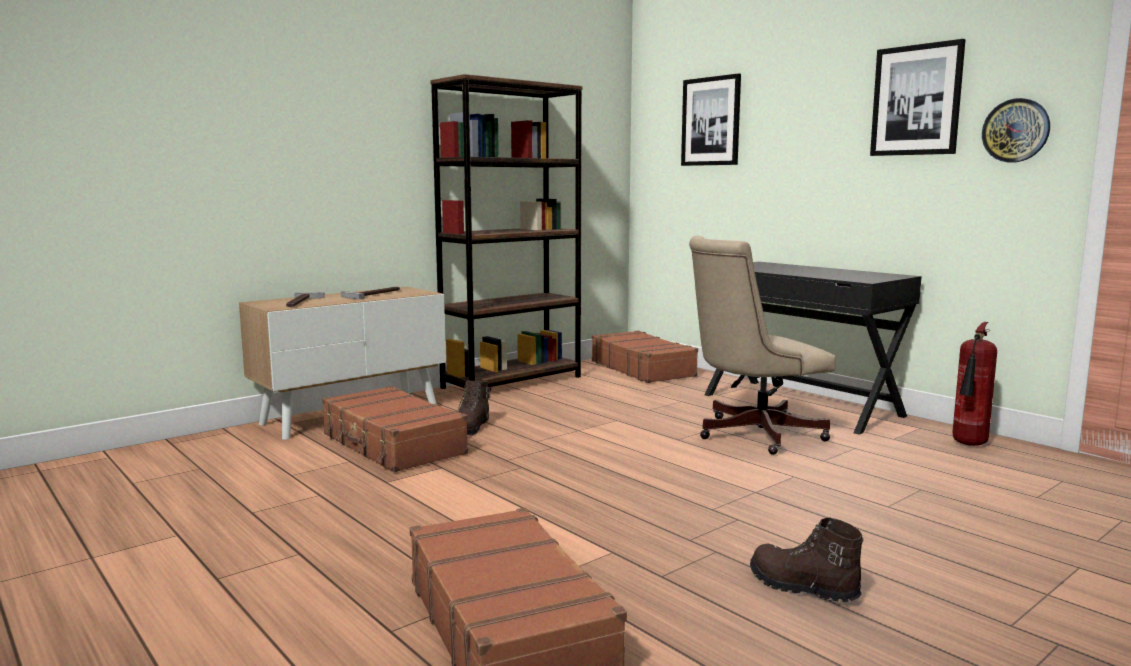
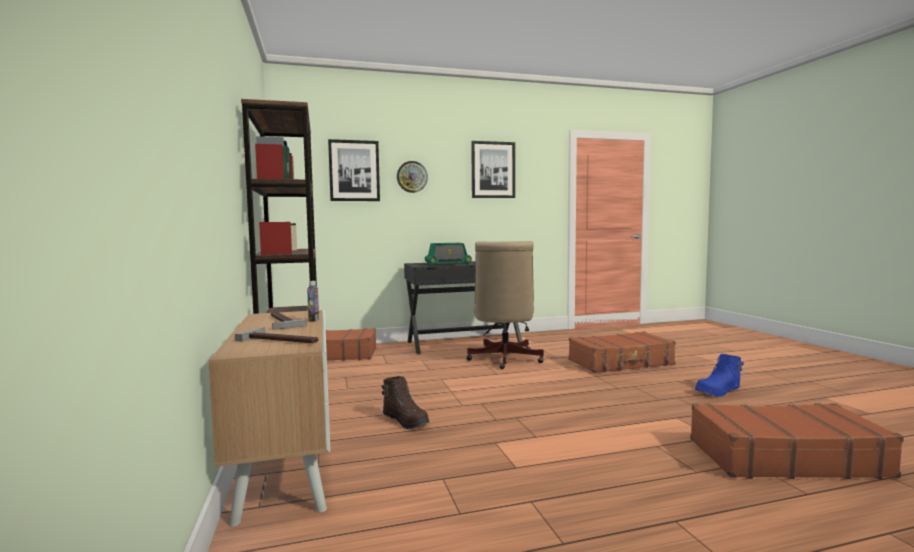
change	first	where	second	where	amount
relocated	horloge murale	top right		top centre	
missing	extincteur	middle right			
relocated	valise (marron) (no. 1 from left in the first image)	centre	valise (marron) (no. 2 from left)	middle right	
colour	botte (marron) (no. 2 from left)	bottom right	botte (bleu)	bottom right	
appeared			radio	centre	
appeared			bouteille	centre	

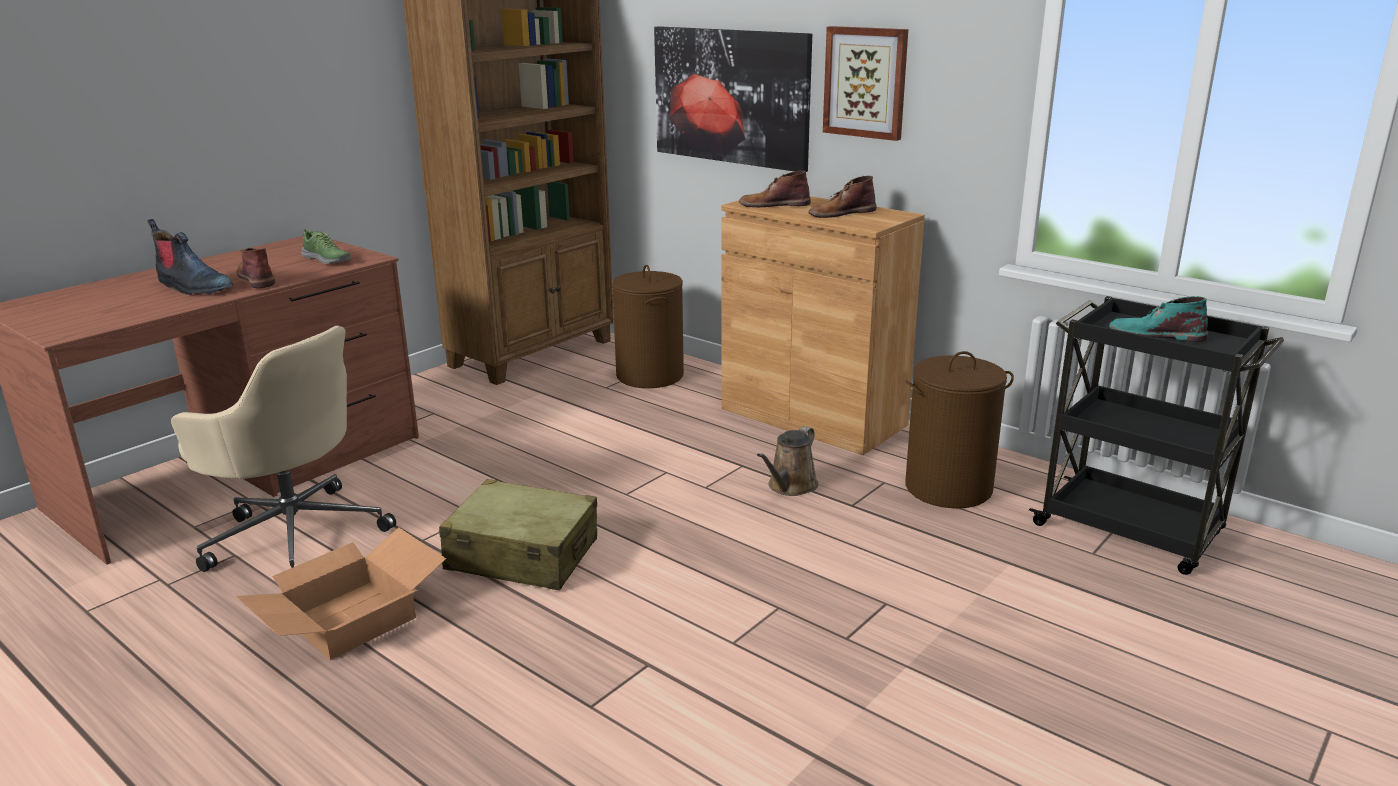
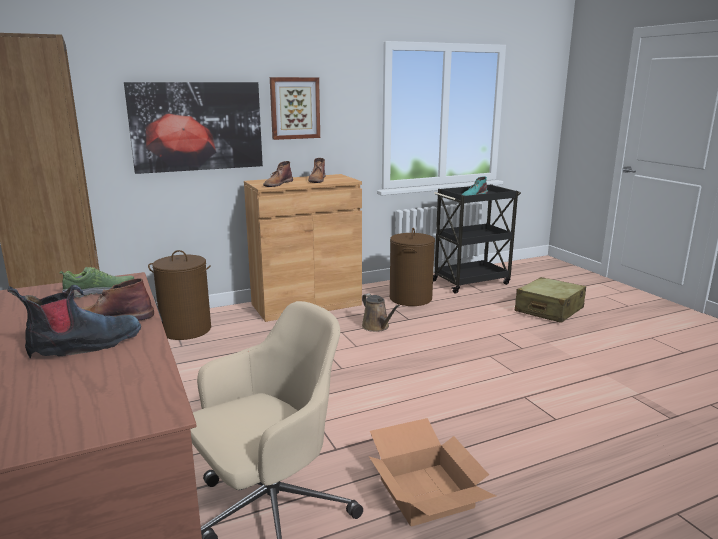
change	first	where	second	where	amount
relocated	valise (beige)	bottom centre		middle right	

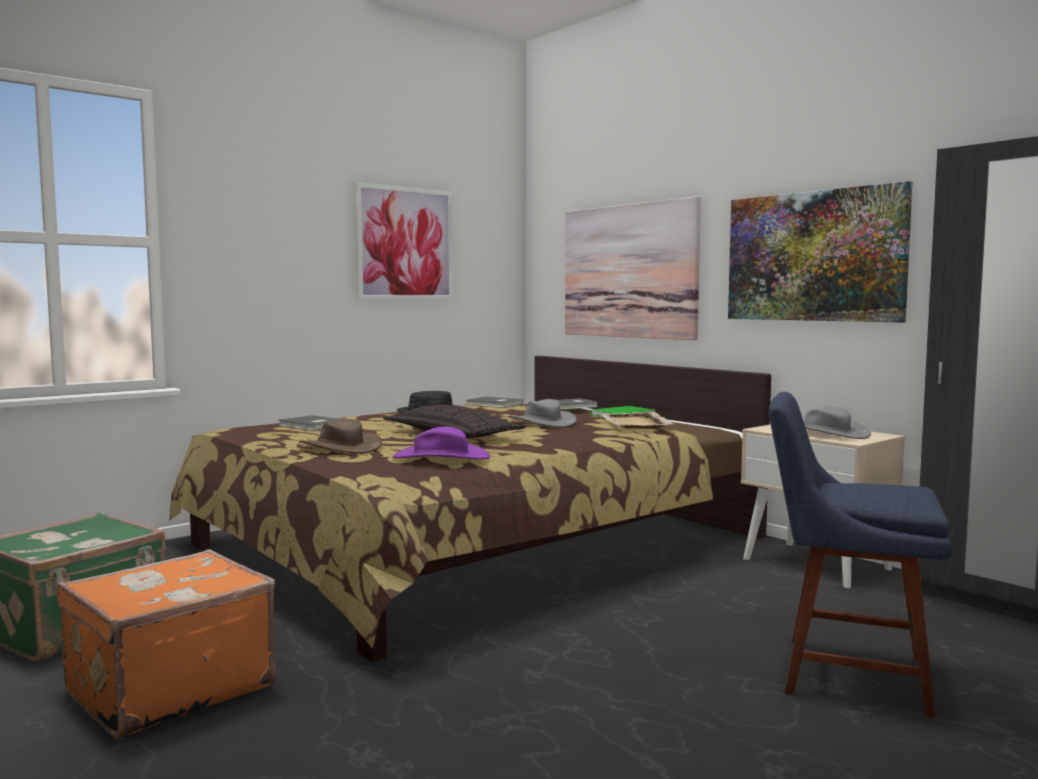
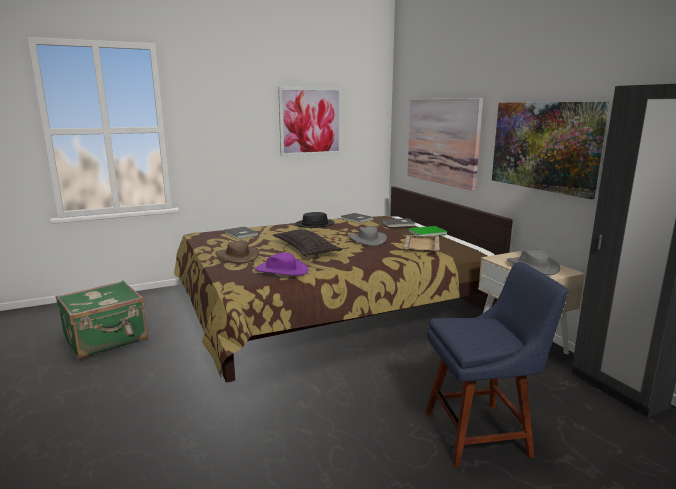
change	first	where	second	where	amount
spun	chaise (bleu)	bottom right		bottom right	135 degrees clockwise
missing	valise (orange)	bottom left			

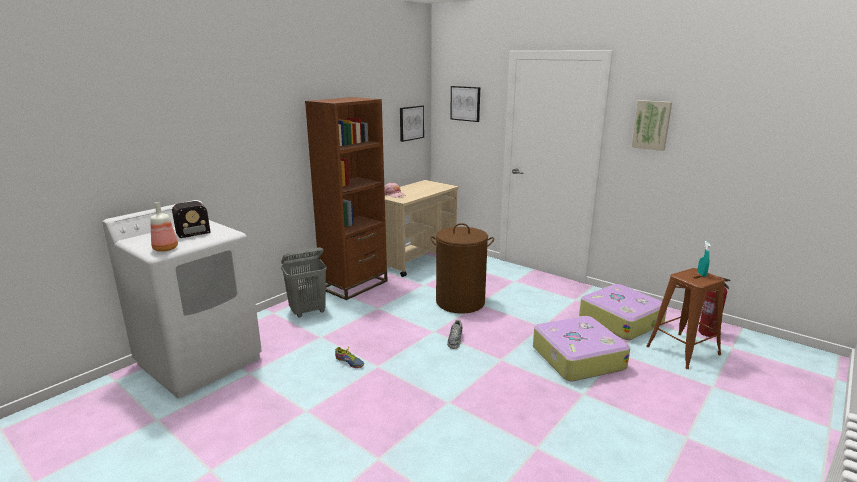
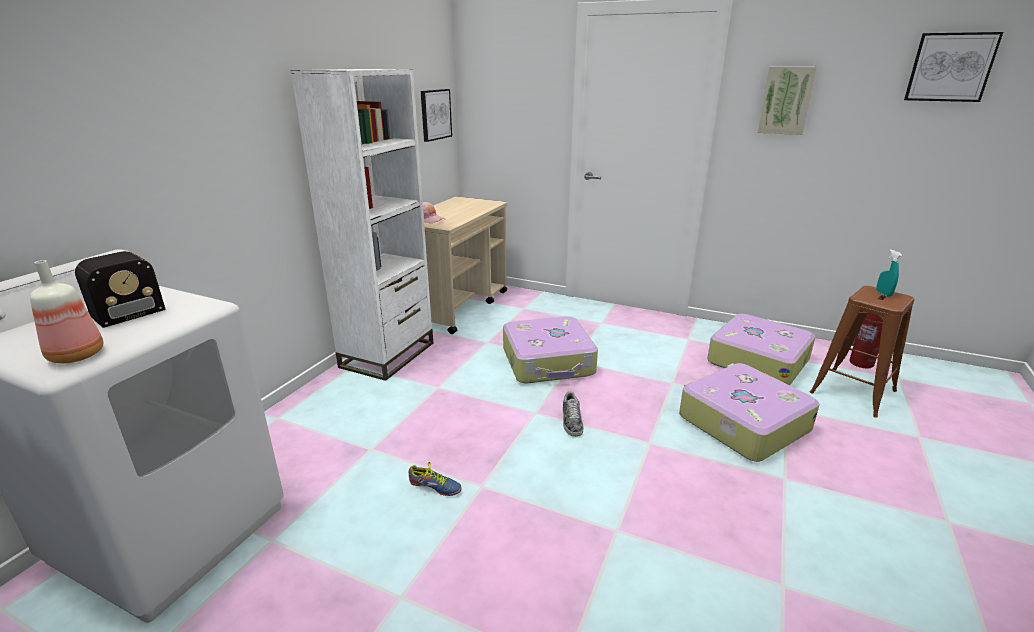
change	first	where	second	where	amount
relocated	tableau (no. 2 from left in the first image)	top centre	tableau (no. 3 from left)	top right	
colour	bibliothèque (marron)	centre	bibliothèque (blanc)	centre	
exchanged	panier à linge (marron)	centre	valise (no. 1 from left)	centre	
missing	panier à linge (gris)	centre			

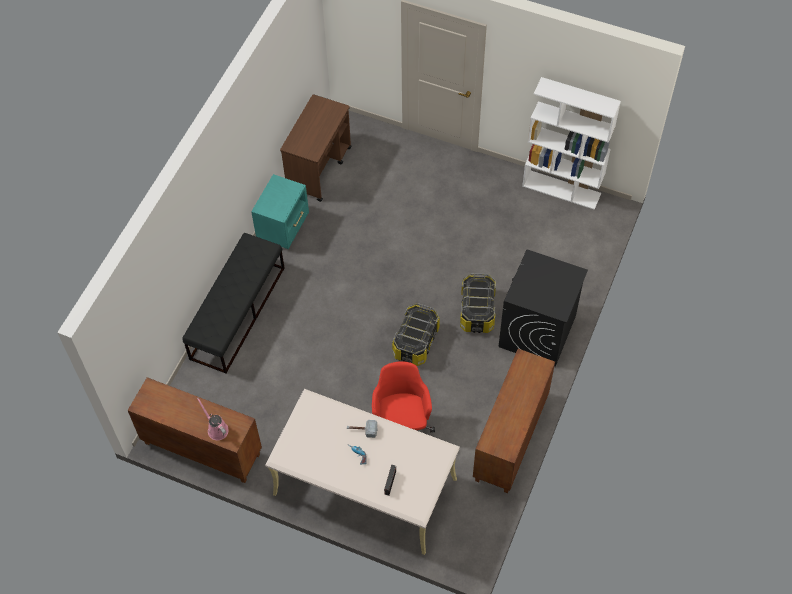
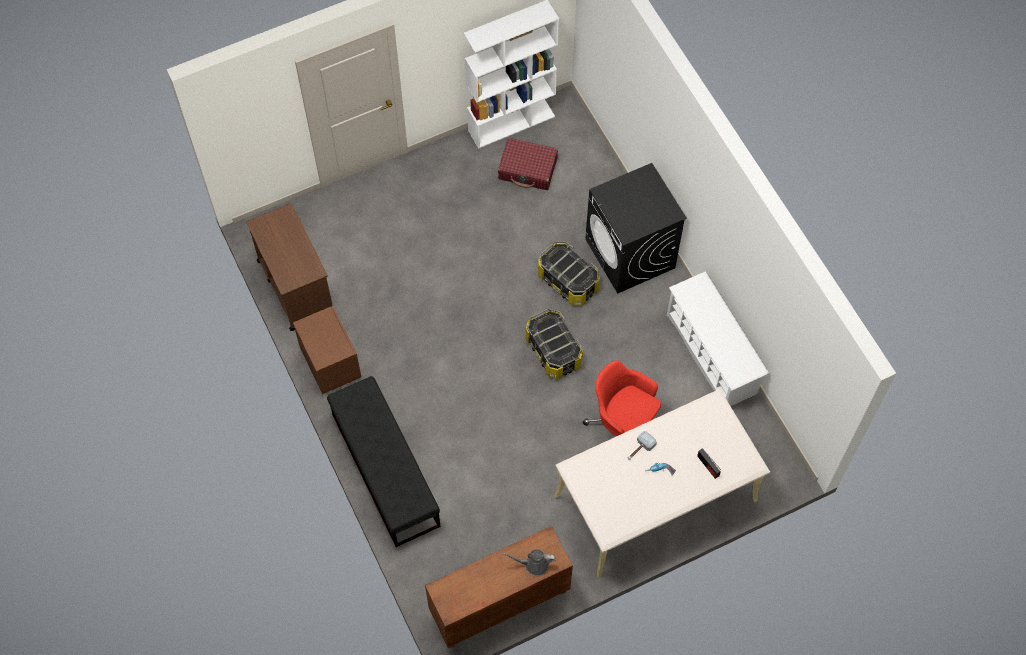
change	first	where	second	where	amount
colour	table de chevet (turquoise)	centre	table de chevet (marron)	middle left	
exchanged	meuble de rangement (marron) (no. 2 from left)	bottom centre	étagère à chaussures (blanc)	middle right	
colour	arrosoir (rose)	bottom left	arrosoir (gris)	bottom centre	
appeared			valise (rouge)	top centre	

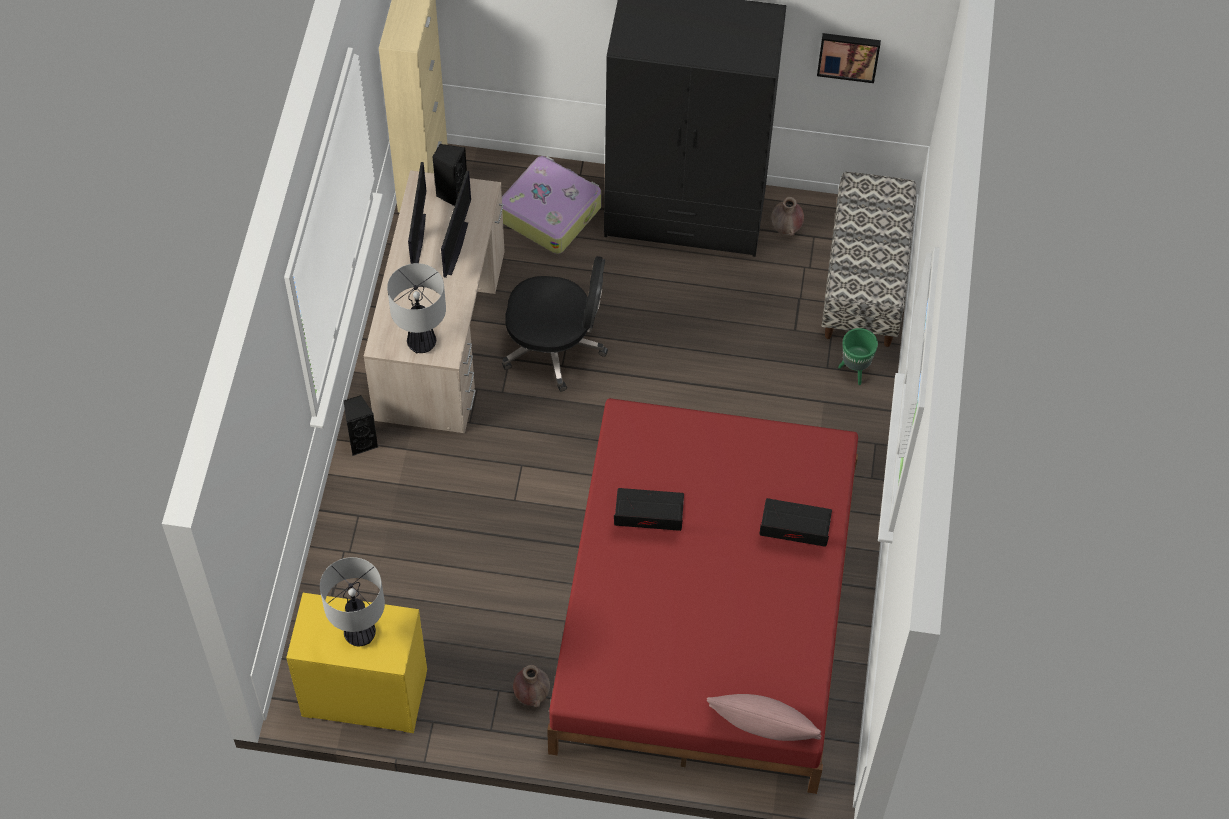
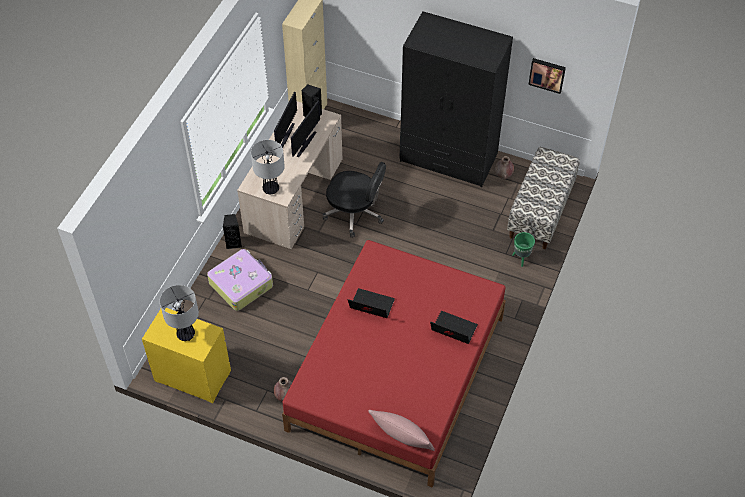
change	first	where	second	where	amount
relocated	valise	top centre		middle left	

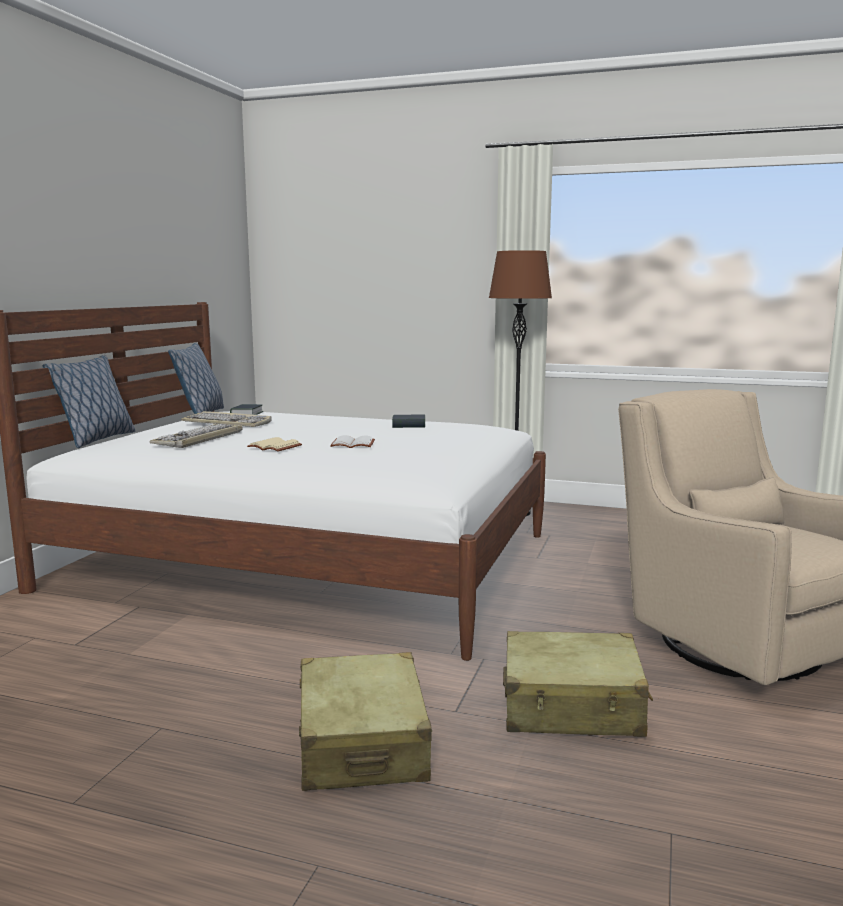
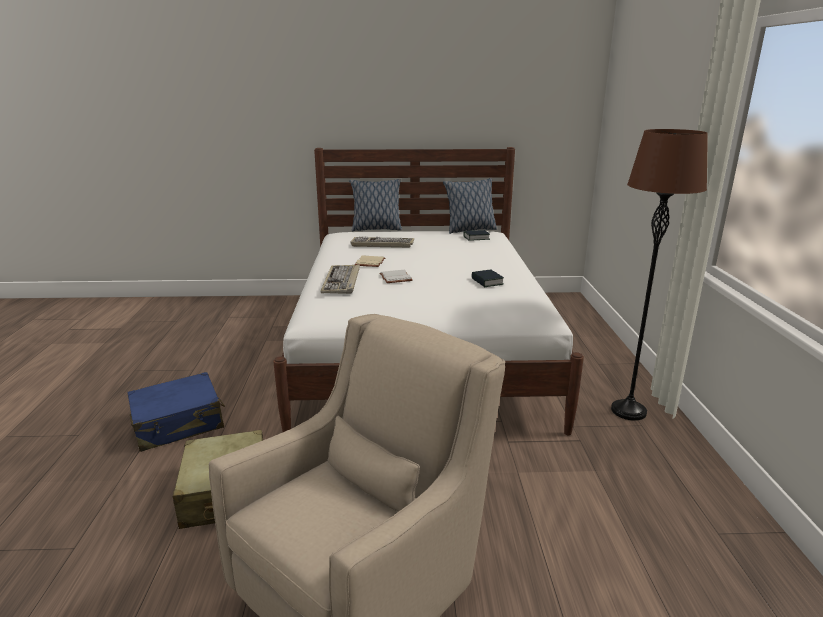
change	first	where	second	where	amount
relocated	clavier (no. 2 from left in the first image)	middle left	clavier (no. 1 from left)	centre	
colour	valise (beige) (no. 1 from left)	bottom centre	valise (bleu)	bottom left	

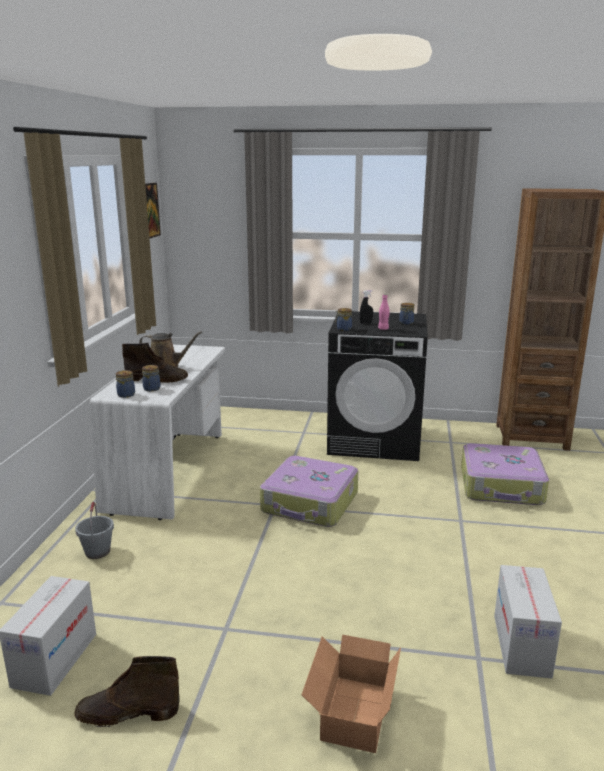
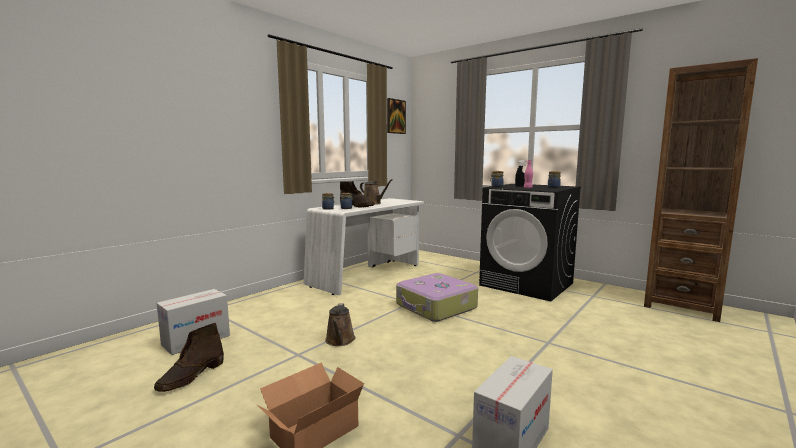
change	first	where	second	where	amount
missing	valise (no. 2 from left)	middle right			
missing	seau (gris)	bottom left			
spun	botte (marron) (no. 1 from left)	bottom left		bottom left	90 degrees counterclockwise
appeared			arrosoir (marron) (no. 1 from left)	bottom centre	

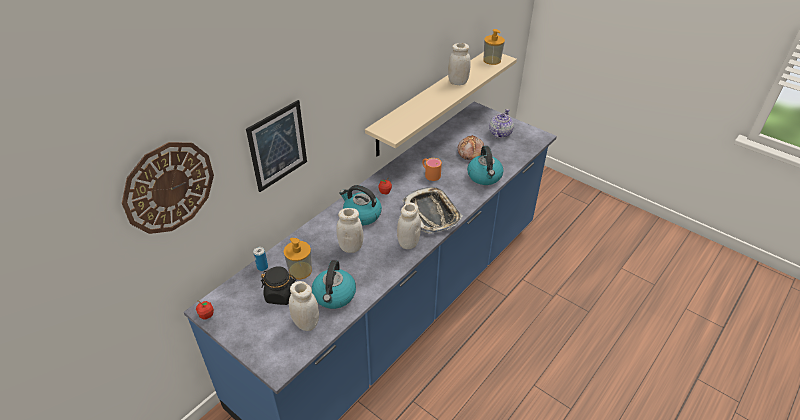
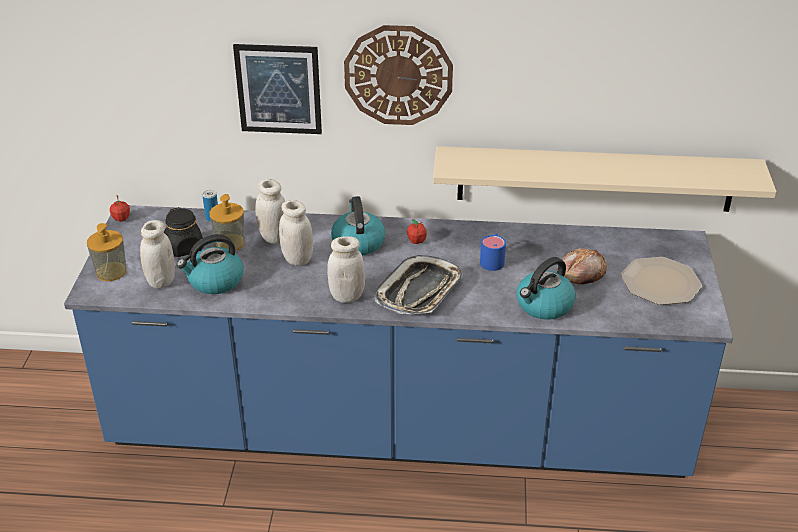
change	first	where	second	where	amount
relocated	distributeur de savon (no. 2 from left in the first image)	top centre	distributeur de savon (no. 1 from left)	middle left	
relocated	bocal (blanc) (no. 4 from left in the first image)	top centre	bocal (blanc) (no. 2 from left)	centre	
exchanged	théière	top centre	assiette	middle right	
relocated	horloge murale	middle left		top centre	
colour	mug (orange)	centre	mug (bleu)	centre	

